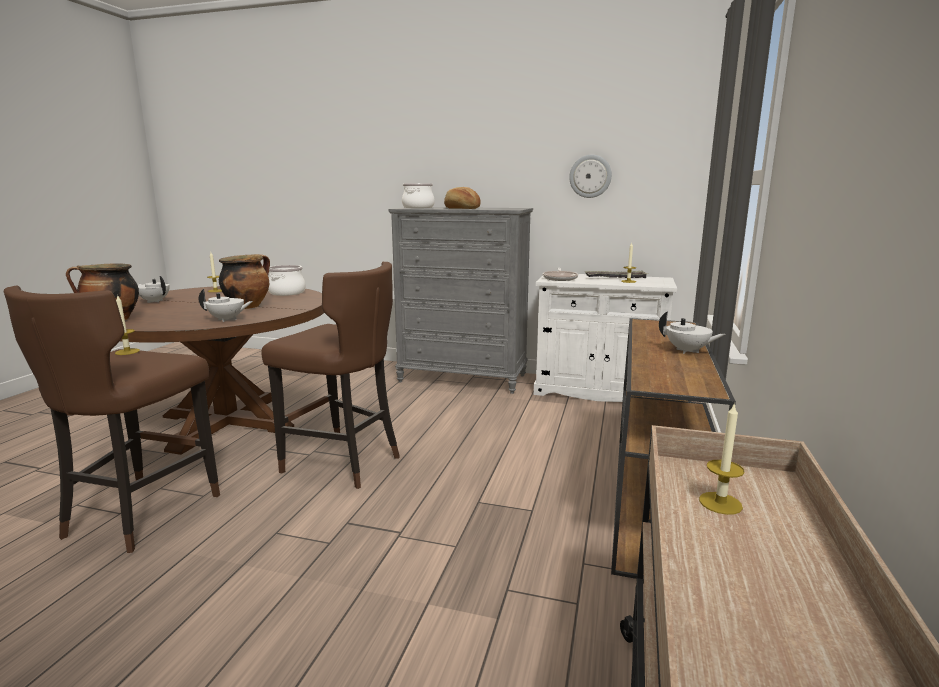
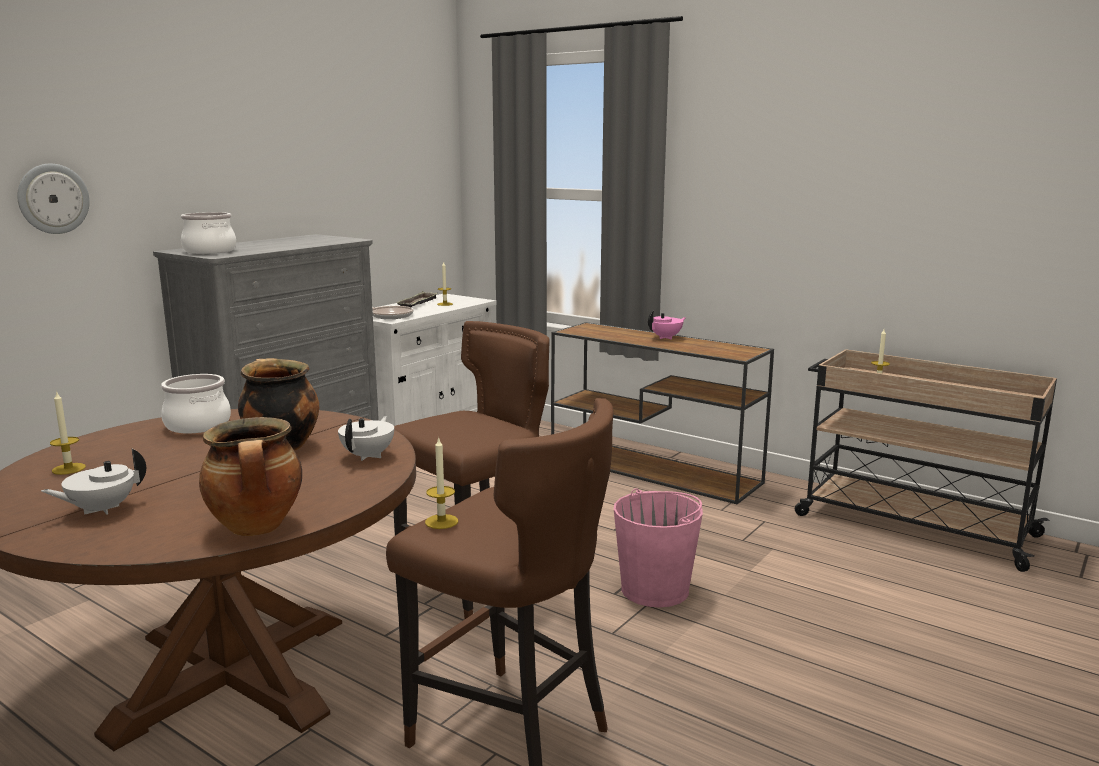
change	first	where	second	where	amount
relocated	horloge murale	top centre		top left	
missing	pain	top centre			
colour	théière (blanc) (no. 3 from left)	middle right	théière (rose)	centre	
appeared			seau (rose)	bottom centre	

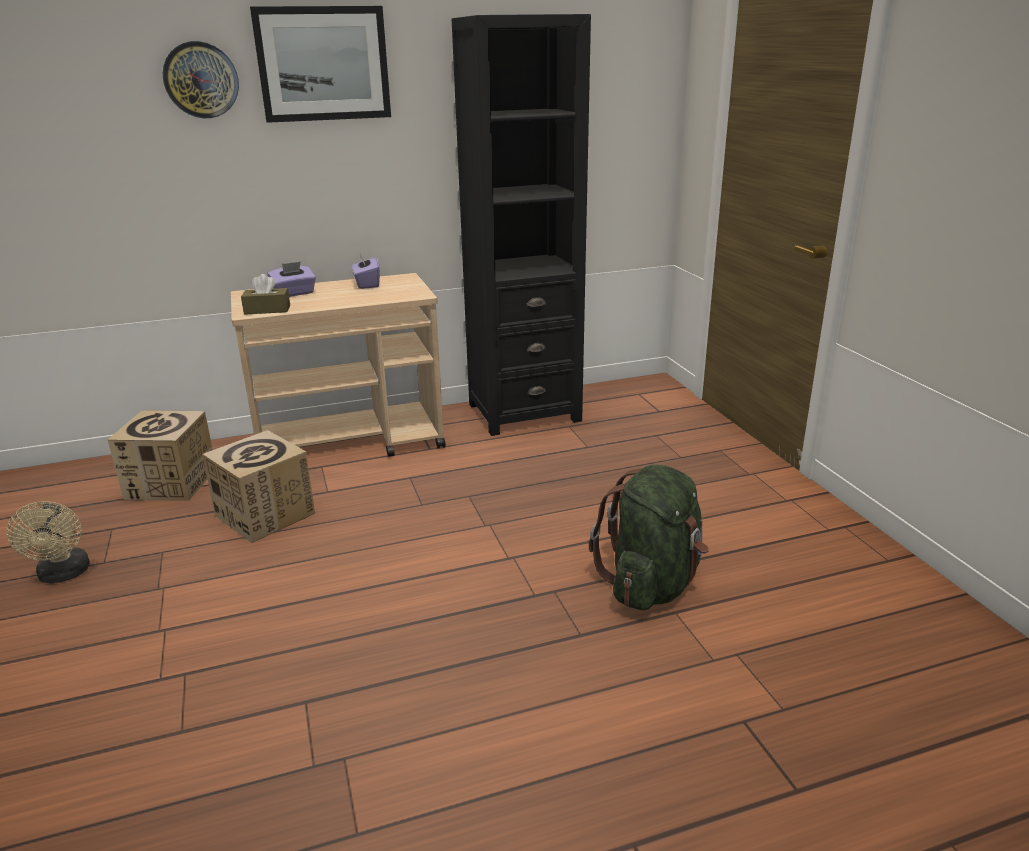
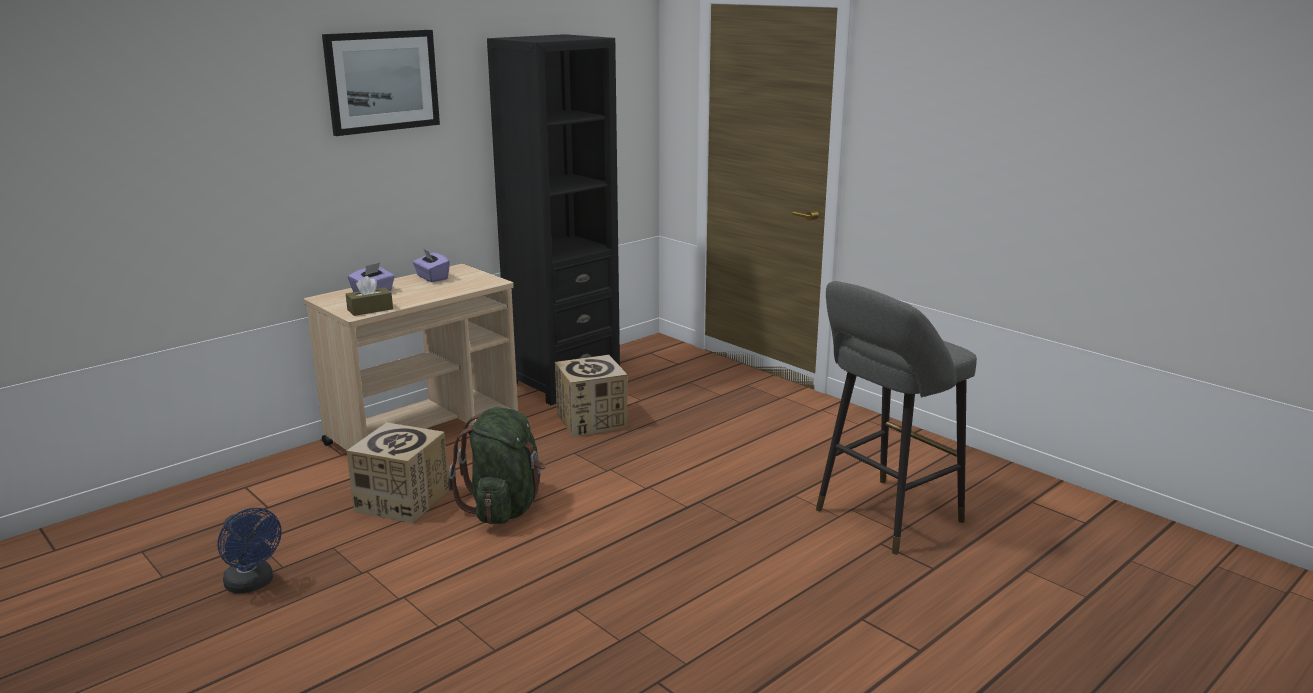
change	first	where	second	where	amount
missing	horloge murale	top left			
relocated	carton (no. 1 from left in the first image)	middle left	carton (no. 2 from left)	centre	
relocated	sac à dos (vert)	centre		bottom centre	
colour	ventilateur (beige)	middle left	ventilateur (bleu)	bottom left	
appeared			tabouret (gris)	middle right	

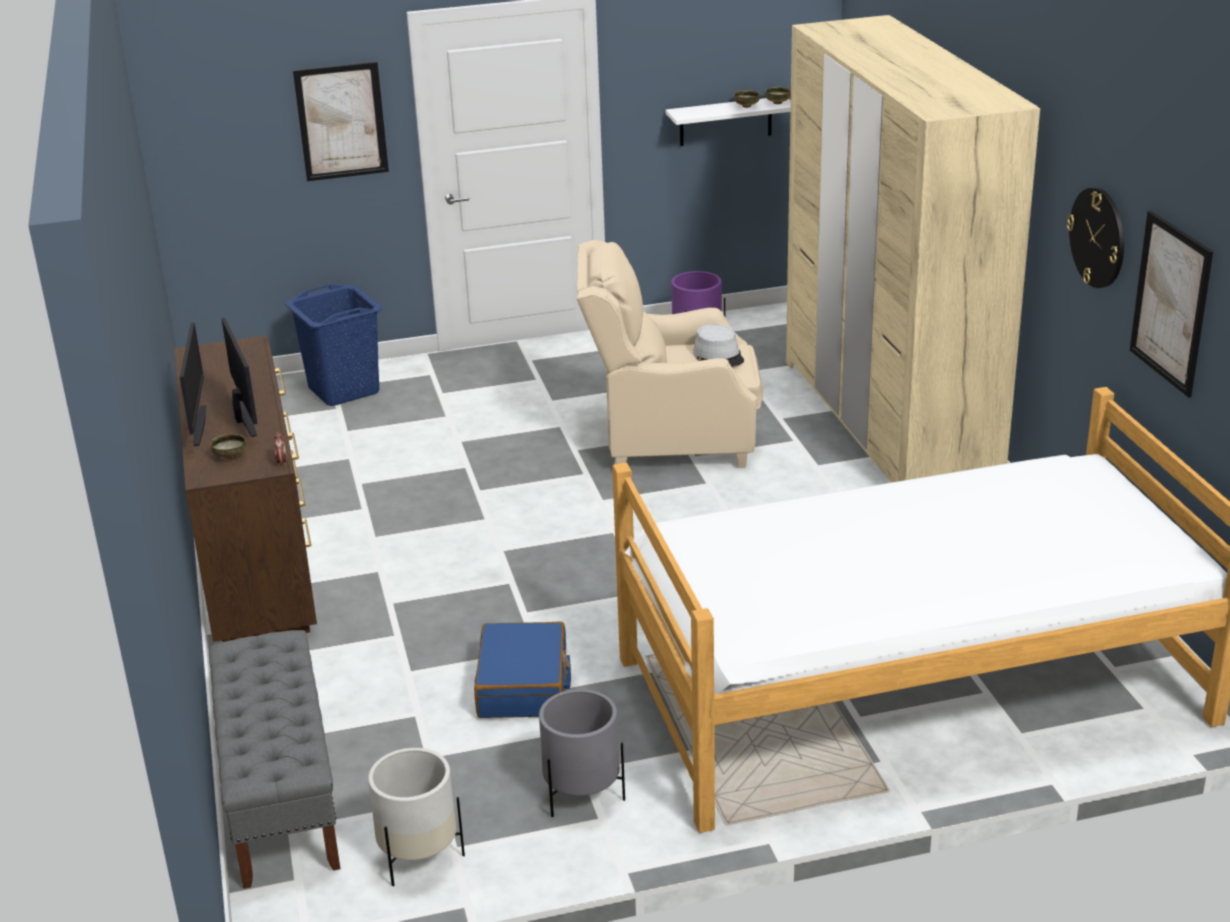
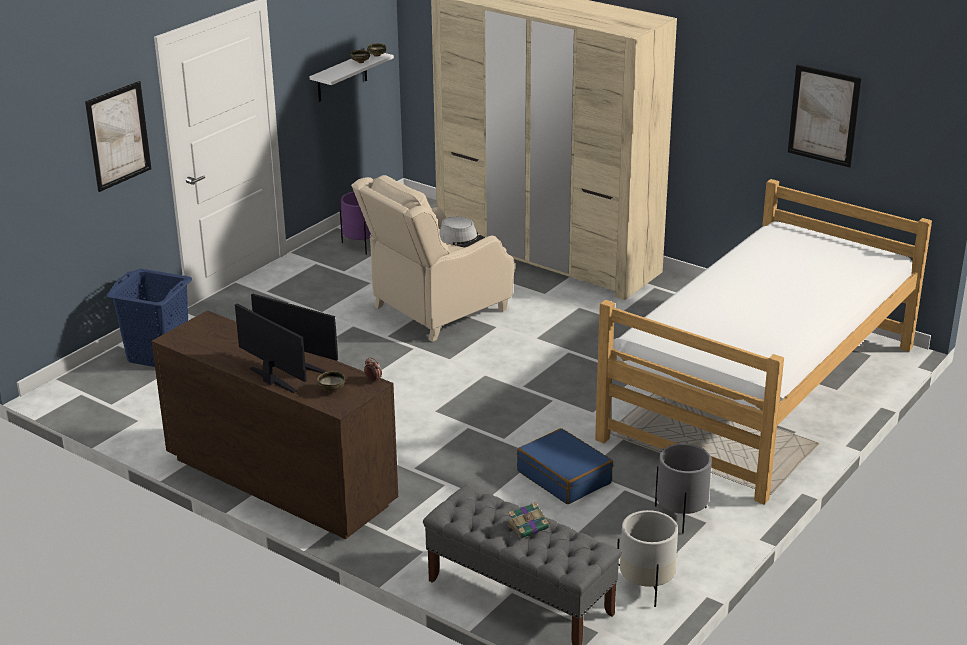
change	first	where	second	where	amount
missing	horloge murale	top right			
appeared			livre	bottom centre	

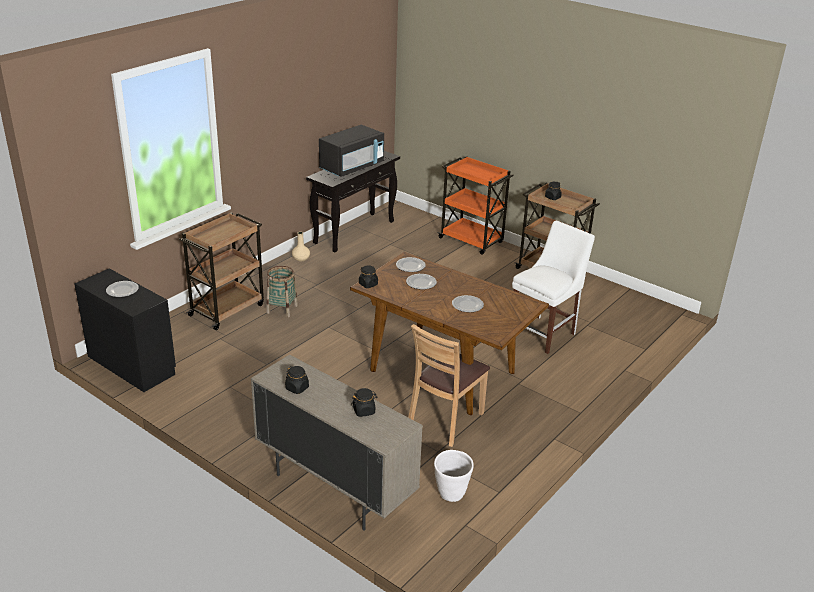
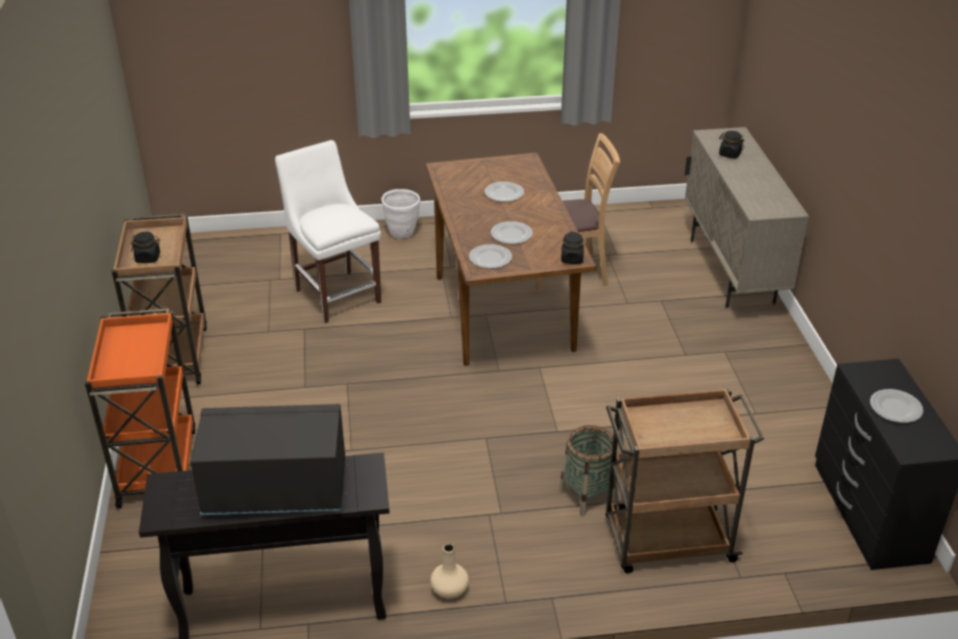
change	first	where	second	where	amount
spun	chaise (blanc)	middle right		centre	60 degrees clockwise
missing	bocal (noir) (no. 1 from left)	centre			
relocated	cache-pot (blanc)	bottom centre		centre	

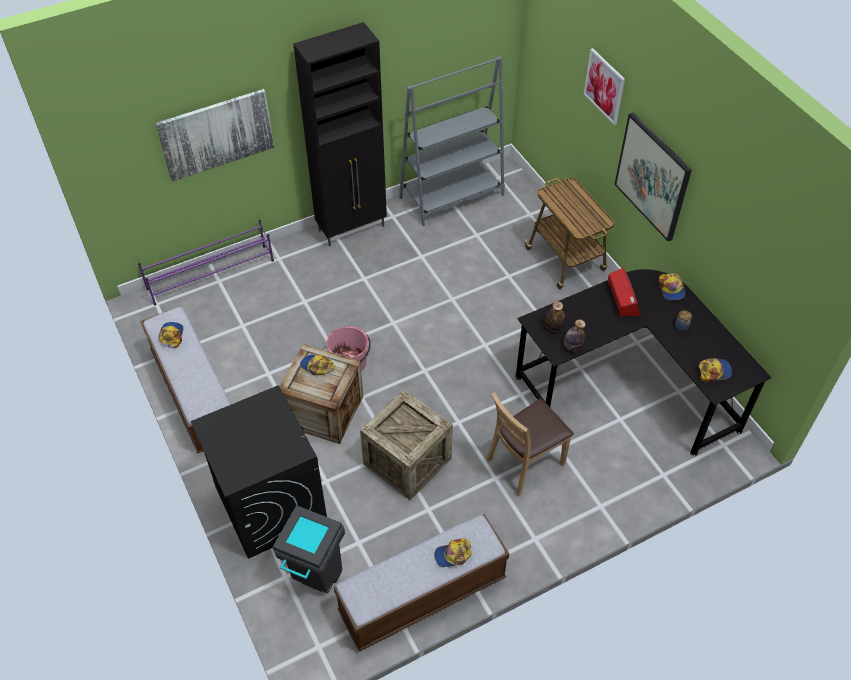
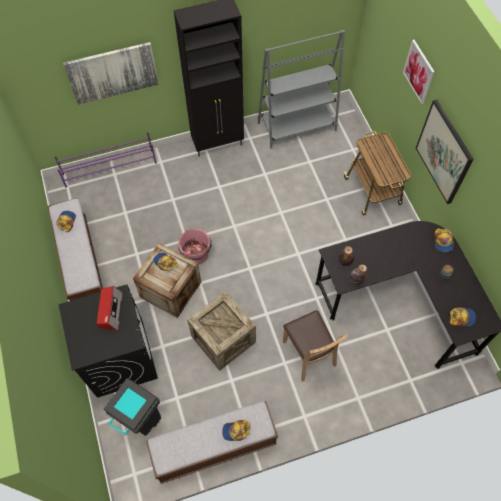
change	first	where	second	where	amount
relocated	radio	middle right		middle left	
spun	chaise (marron)	centre		bottom centre	90 degrees counterclockwise

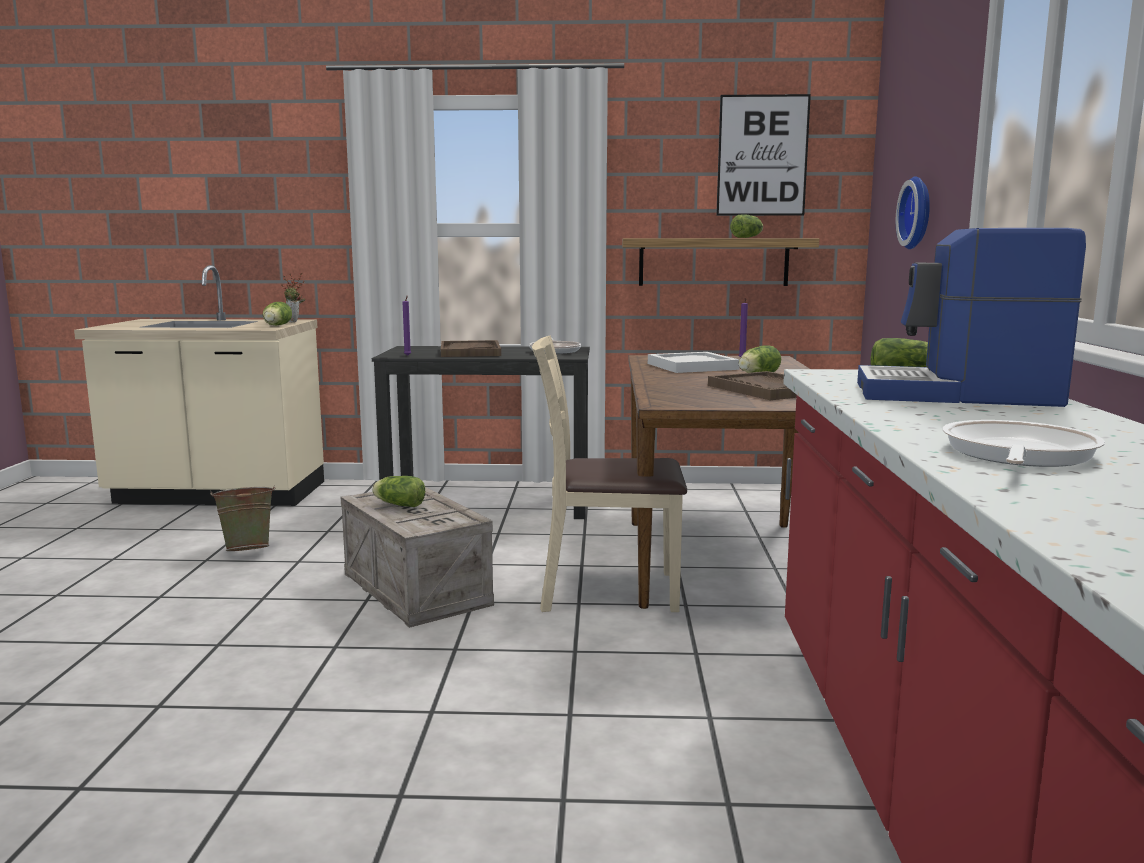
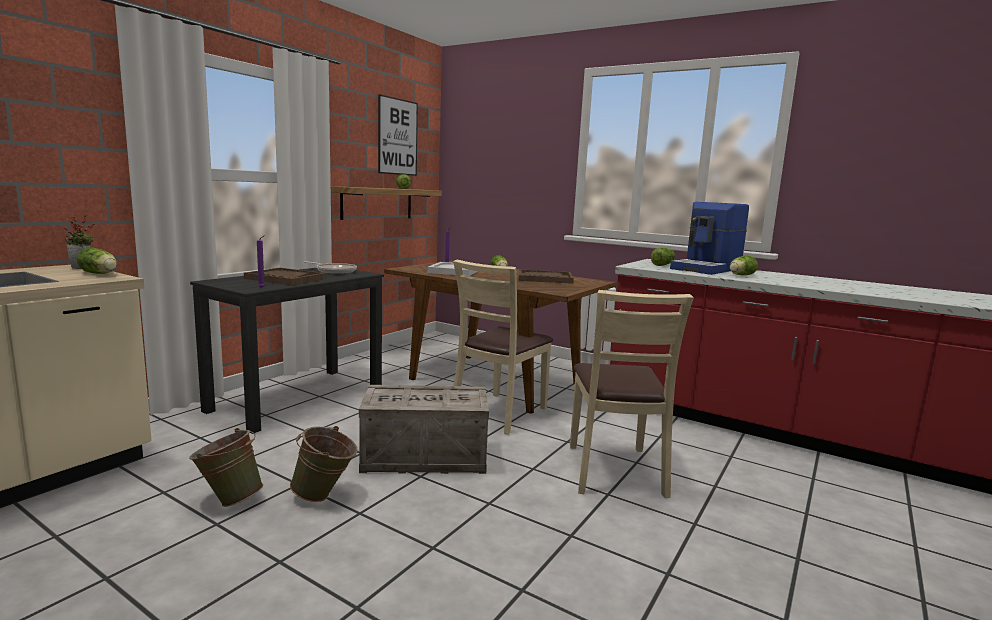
change	first	where	second	where	amount
missing	horloge murale	top right			
missing	poêle (no. 2 from left)	middle right			
relocated	laitue (no. 2 from left in the first image)	centre	laitue (no. 5 from left)	middle right	
appeared			chaise (beige) (no. 2 from left)	centre	
appeared			seau (vert) (no. 2 from left)	bottom left	

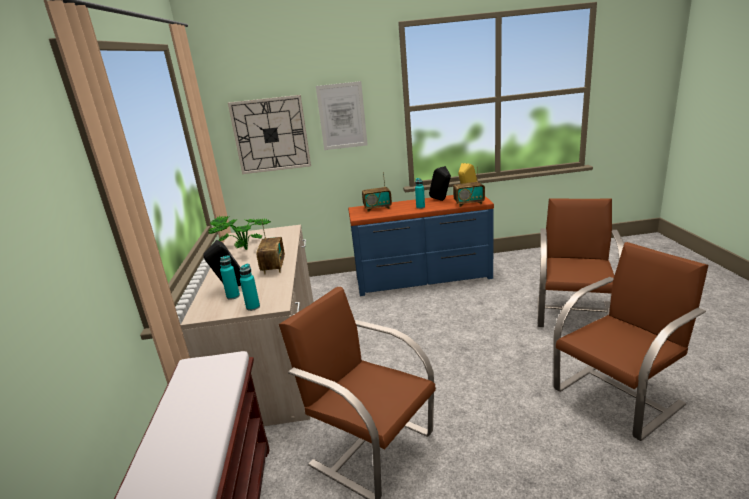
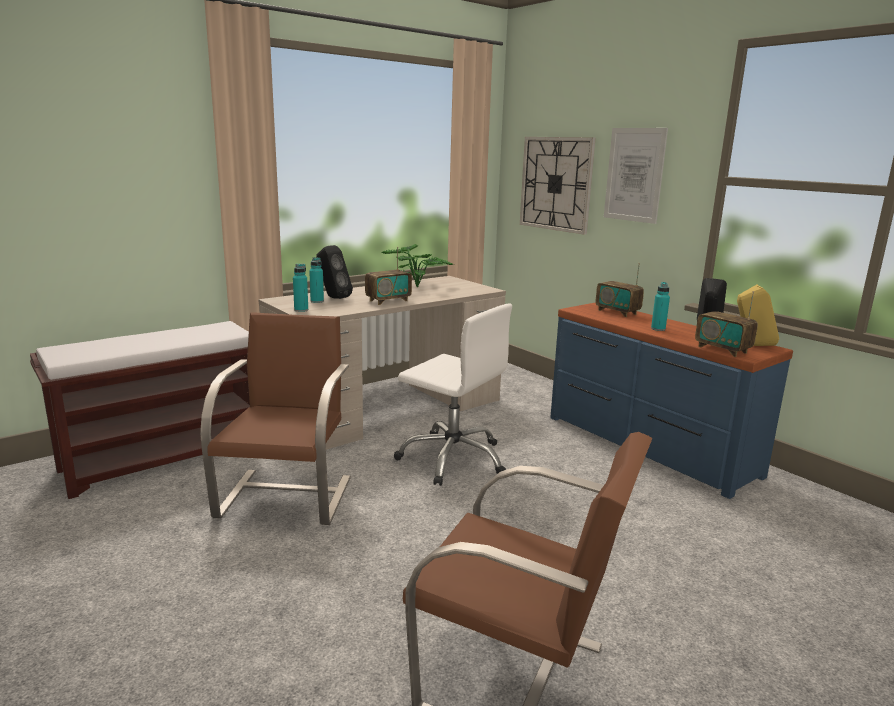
change	first	where	second	where	amount
missing	chaise (marron) (no. 2 from left)	middle right			
appeared			chaise de bureau (blanc)	centre	

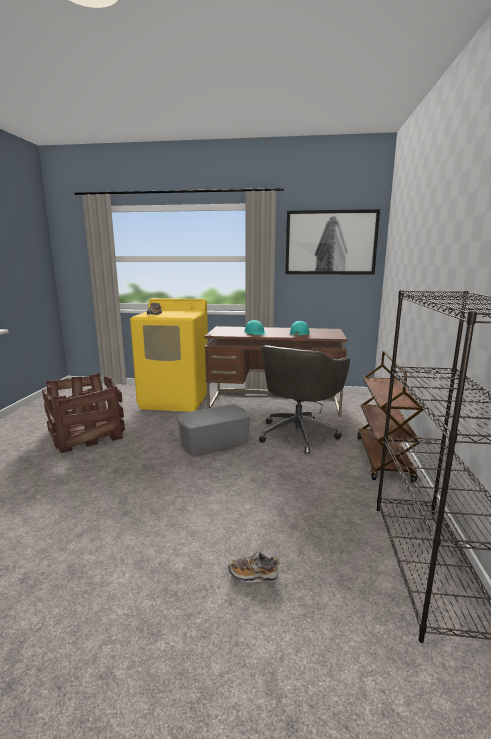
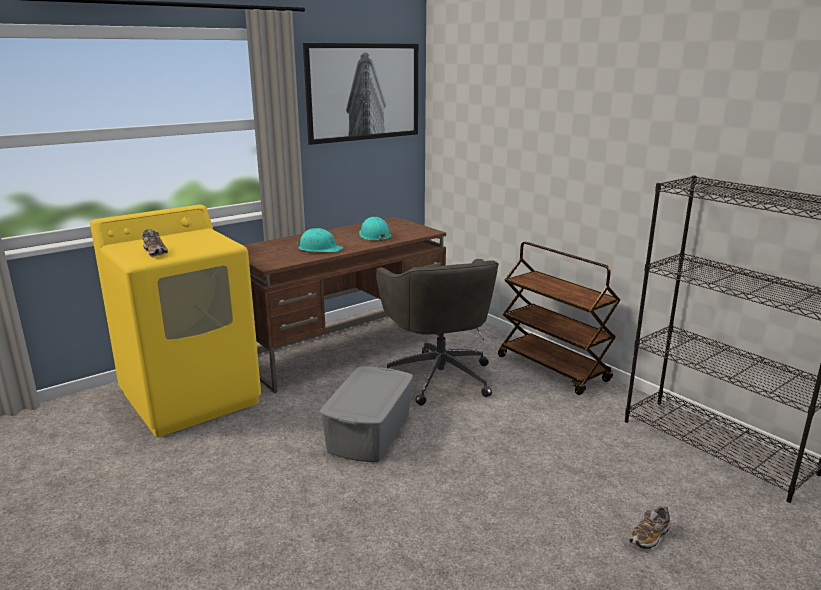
change	first	where	second	where	amount
missing	caisse	middle left			

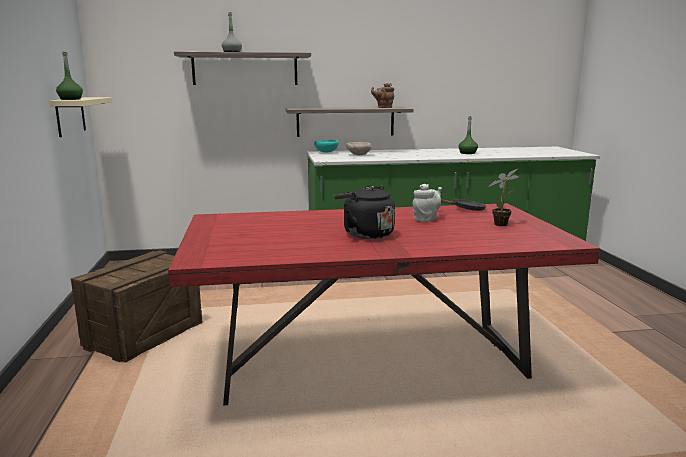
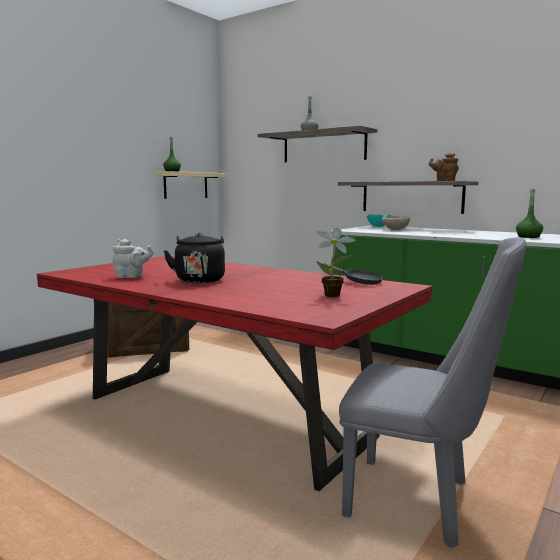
change	first	where	second	where	amount
relocated	théière (gris)	centre		middle left	
appeared			chaise (gris)	bottom right	

